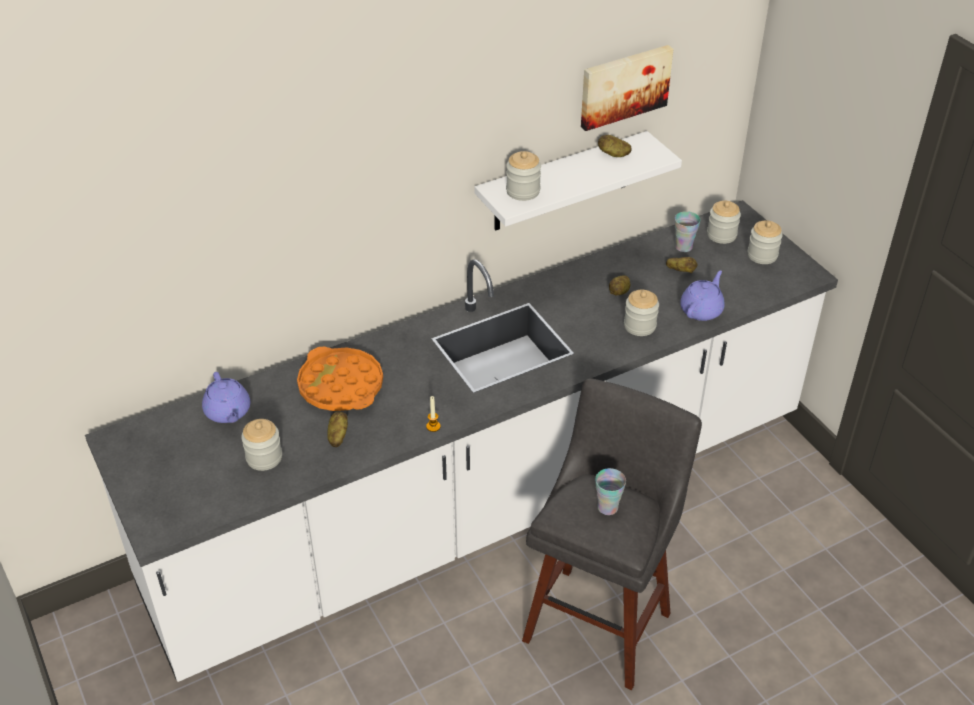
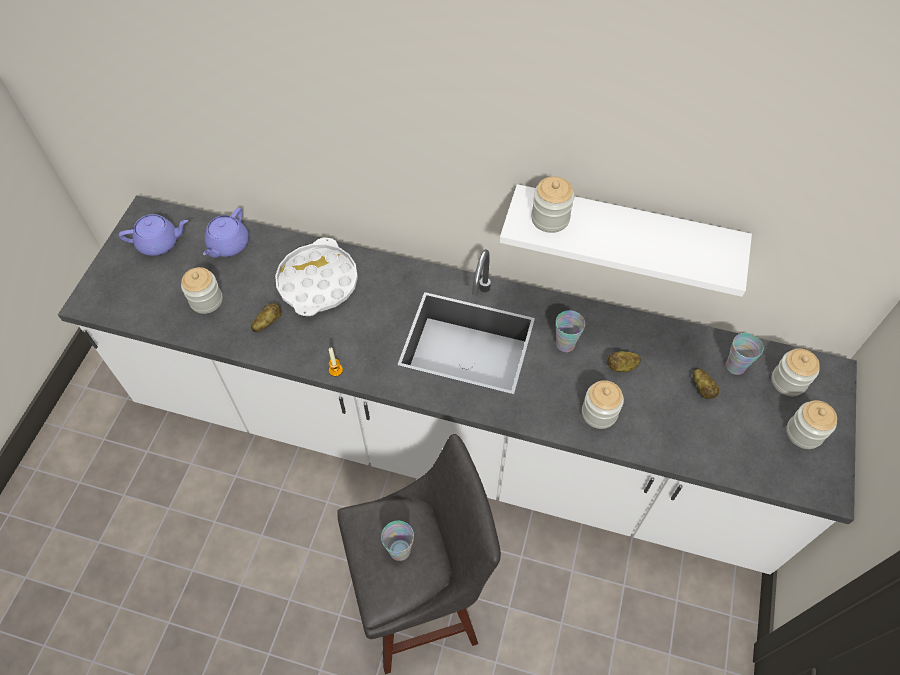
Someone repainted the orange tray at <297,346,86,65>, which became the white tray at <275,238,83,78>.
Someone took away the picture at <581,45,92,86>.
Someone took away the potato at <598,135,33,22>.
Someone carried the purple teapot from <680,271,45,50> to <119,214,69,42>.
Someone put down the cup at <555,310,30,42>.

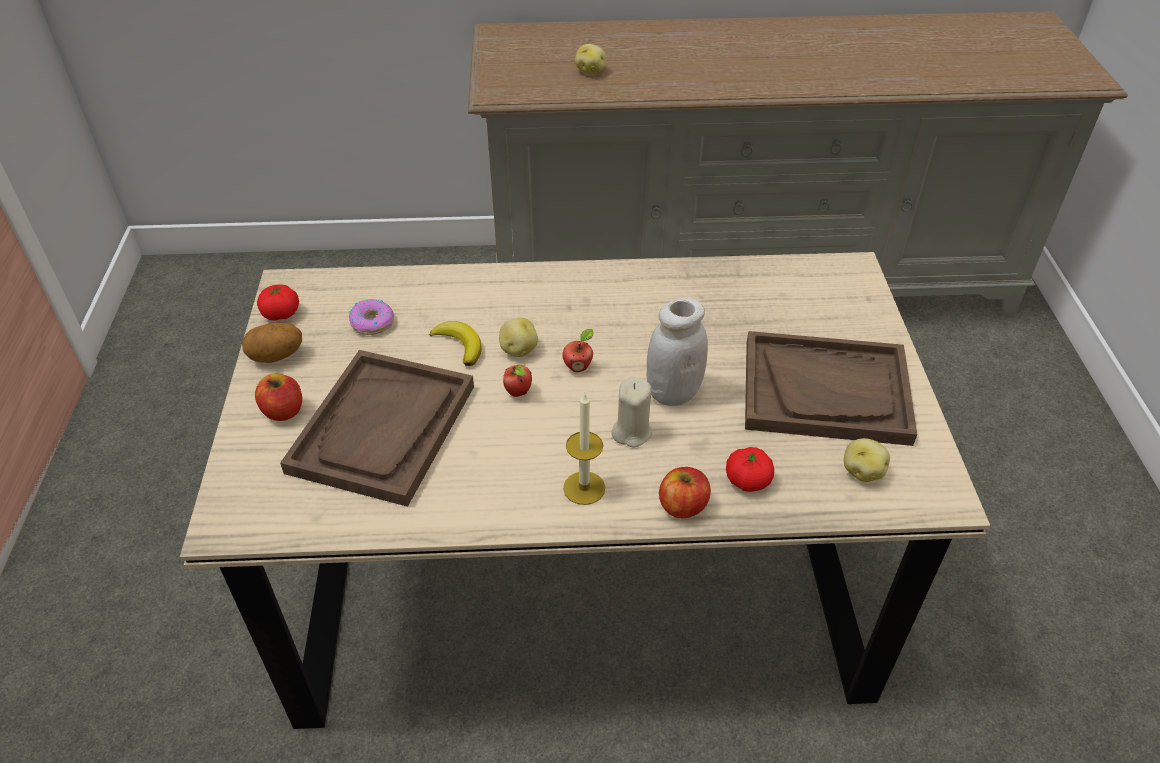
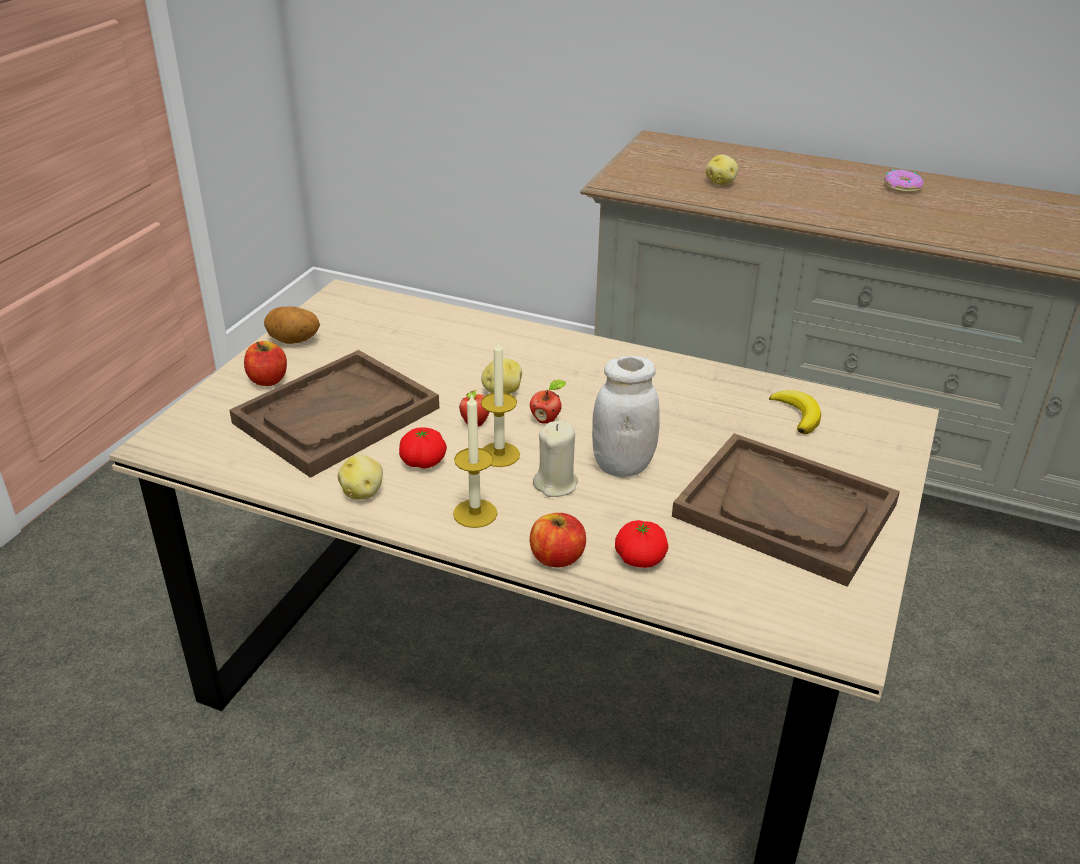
Someone carried the tomato from <257,284,42,37> to <399,427,48,42>.
Someone carried the donut from <349,299,45,36> to <884,169,40,24>.
Someone carried the banana from <430,321,52,45> to <769,390,52,44>.
Someone carried the potato from <844,438,46,44> to <338,455,45,44>.
Someone put down the candle at <481,341,39,126>.

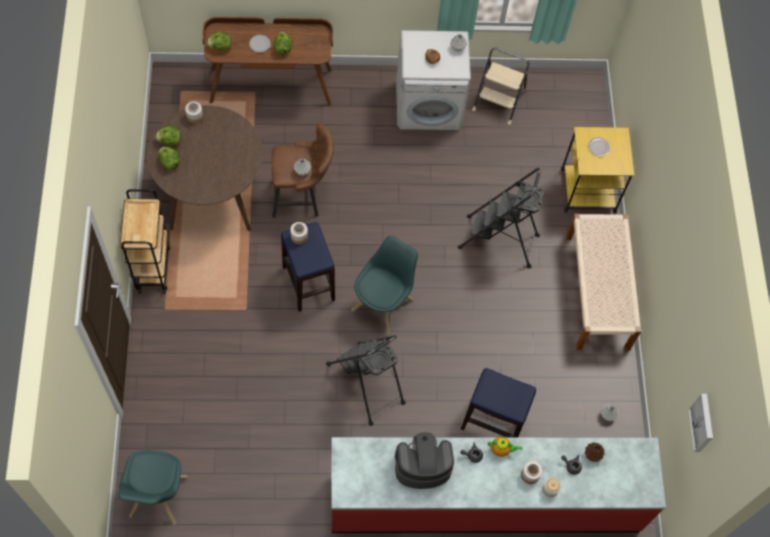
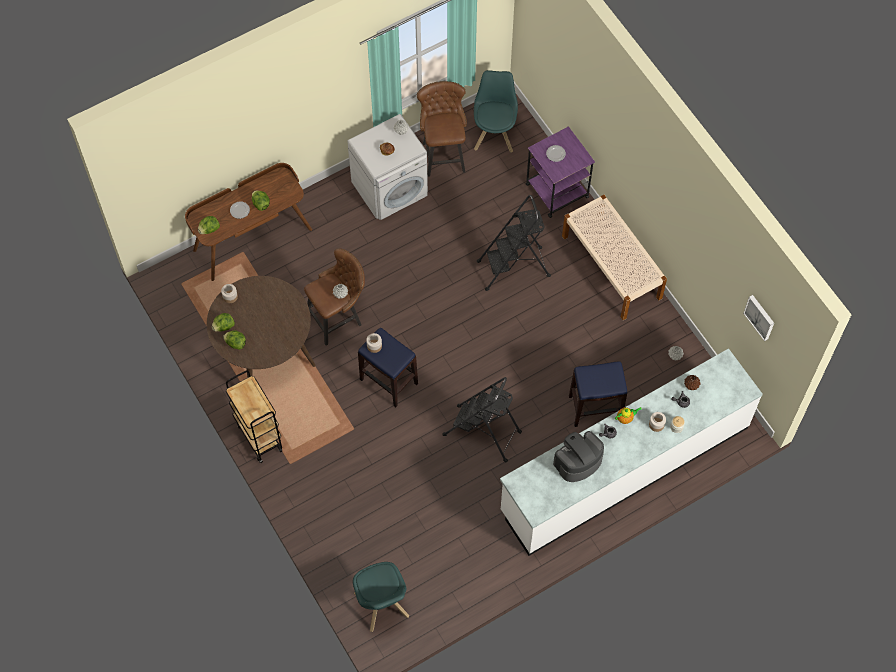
Someone repainted the red counter at <331,437,335,96>, which became the white counter at <500,348,263,208>.
Someone carried the turquoise chair from <351,236,67,99> to <474,70,44,83>.
Someone swapped the beige step ladder at <472,48,57,77> for the brown stool at <417,81,50,96>.
Someone repainted the yellow cart at <561,127,73,86>, which became the purple cart at <526,126,69,92>.

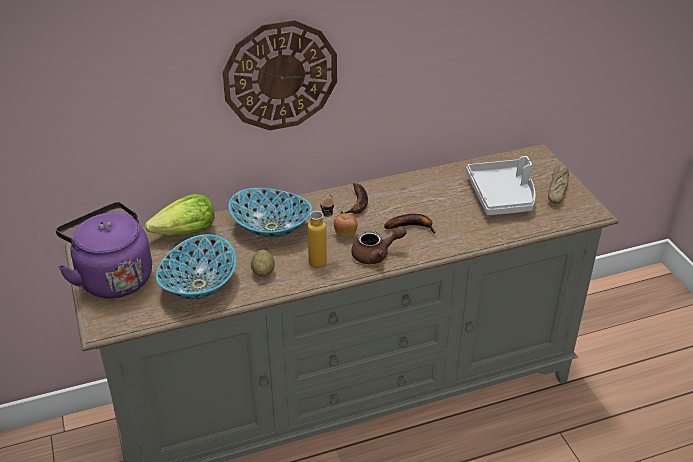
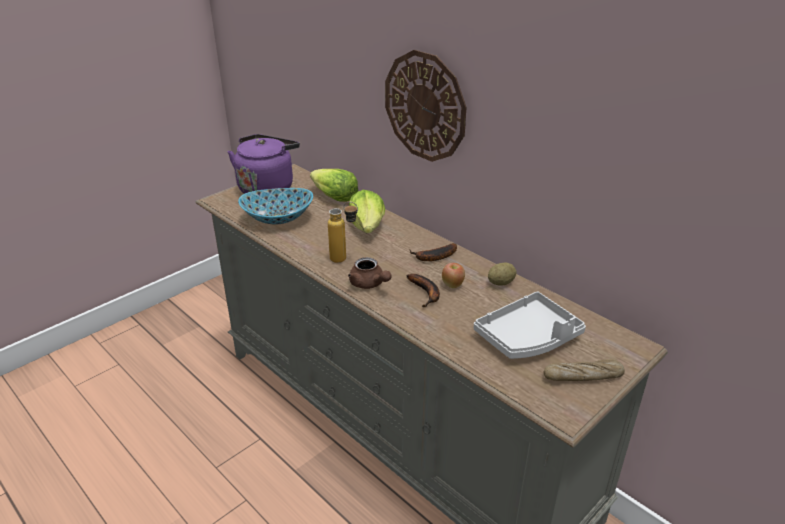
Someone swapped the bowl at <228,188,84,49> for the lettuce at <349,190,36,43>.
Someone carried the potato from <251,249,24,29> to <488,263,29,23>.
Someone carried the apple from <334,213,23,25> to <442,263,23,25>.

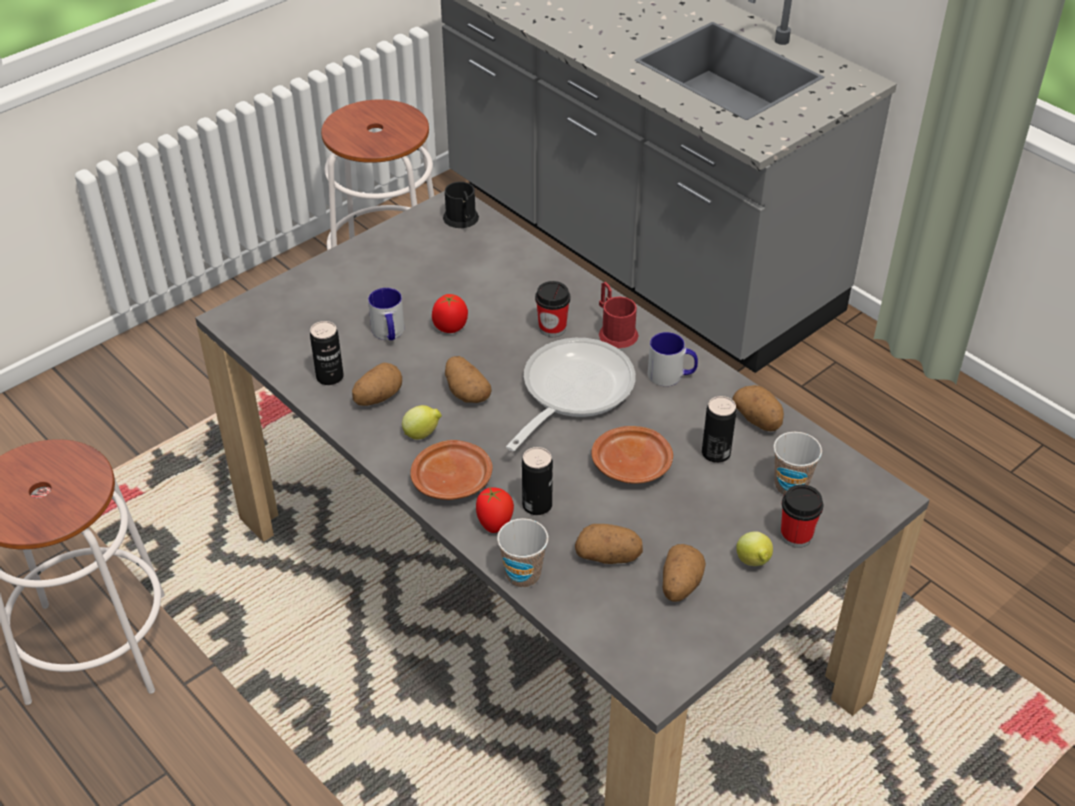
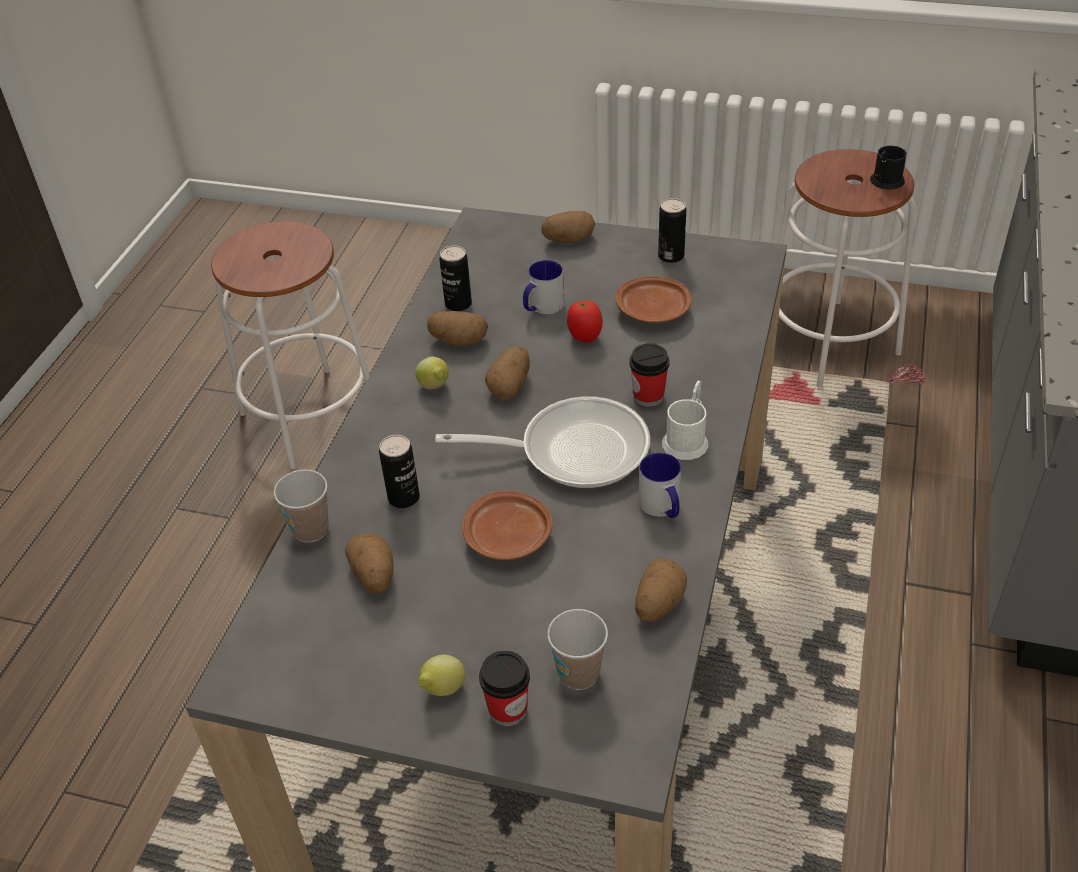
Someone carried the brown plate from <410,440,82,60> to <615,276,77,47>.
Someone carried the black mug from <443,182,36,46> to <870,145,37,45>.
Someone took away the tomato at <476,486,38,47>.
Someone repainted the red mug at <599,282,40,66>, which became the white mug at <662,381,46,79>.
Someone carried the potato from <663,544,43,58> to <541,211,54,32>.
Someone carried the can from <702,396,34,67> to <658,198,28,65>.

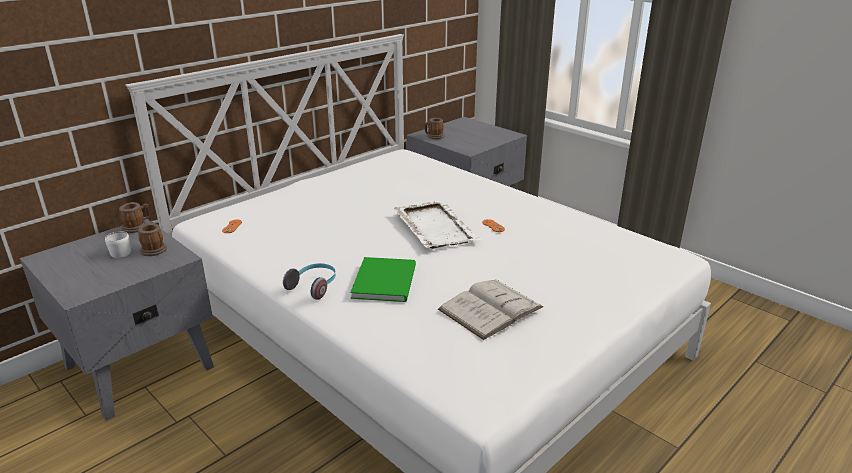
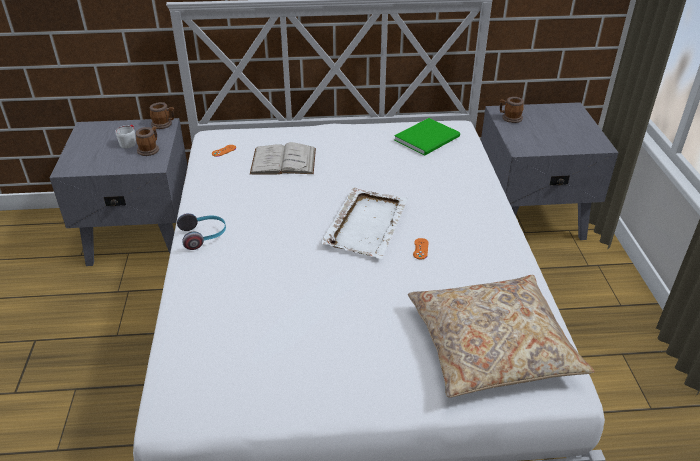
Someone carried the green book from <350,257,66,45> to <394,118,66,38>.
Someone carried the white book from <438,279,105,61> to <250,142,66,33>.
Someone put down the beige pillow at <408,275,187,122>.

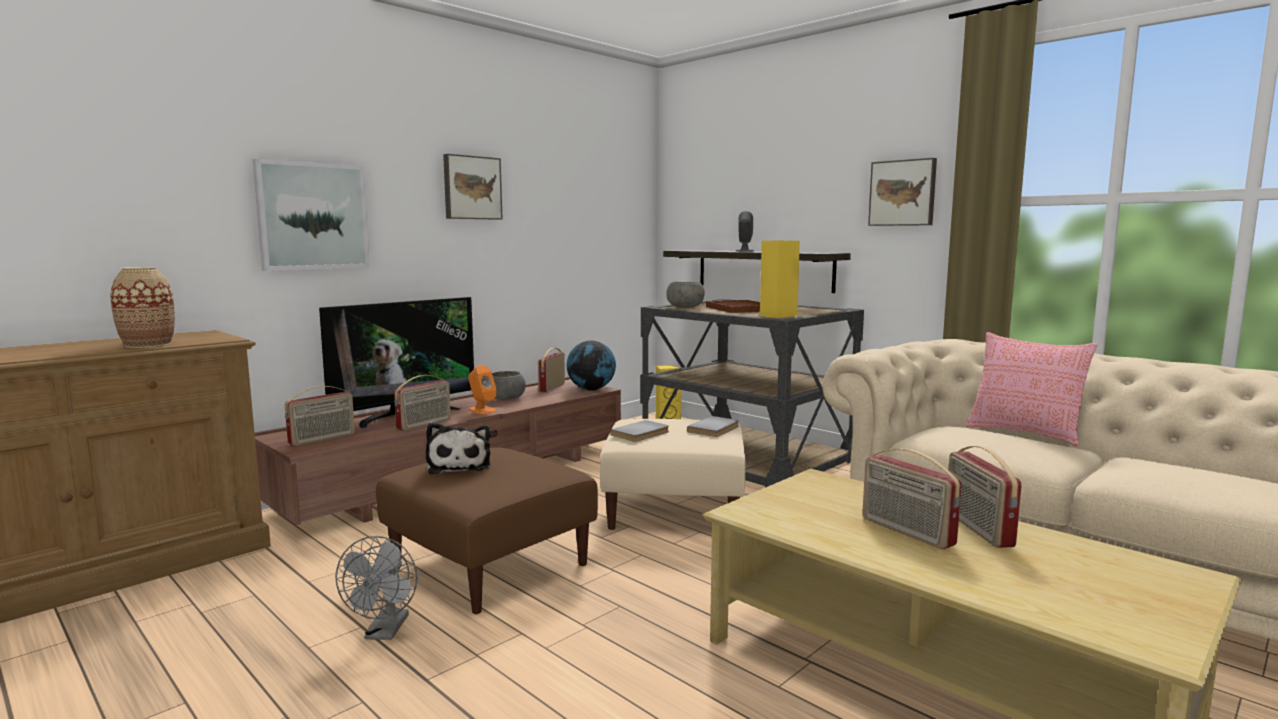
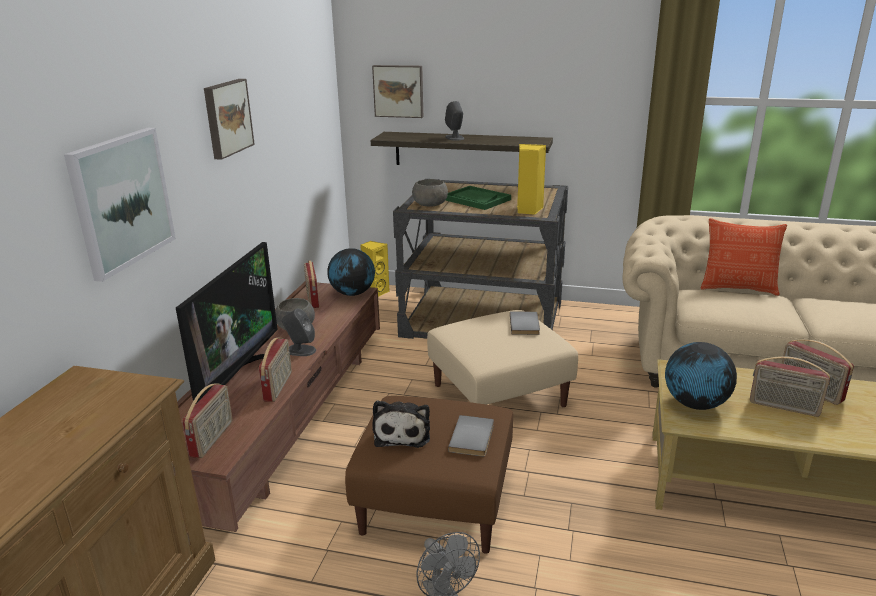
Someone took away the vase at <110,267,65,81>.
Someone rotated the plush toy at <426,422,65,52> by 45 degrees clockwise.
Someone repainted the orange speaker at <469,365,28,49>, which became the grey speaker at <282,309,34,47>.
Someone carried the grey book from <610,420,59,22> to <448,415,46,42>.
Someone repainted the brown tray at <706,300,54,13>, which became the green tray at <445,186,66,24>.
Someone carried the picture from <868,158,69,68> to <372,65,51,53>.
Someone repainted the pink pillow at <966,332,132,114>, which became the orange pillow at <701,218,86,78>.
Someone put down the globe at <665,342,72,68>.

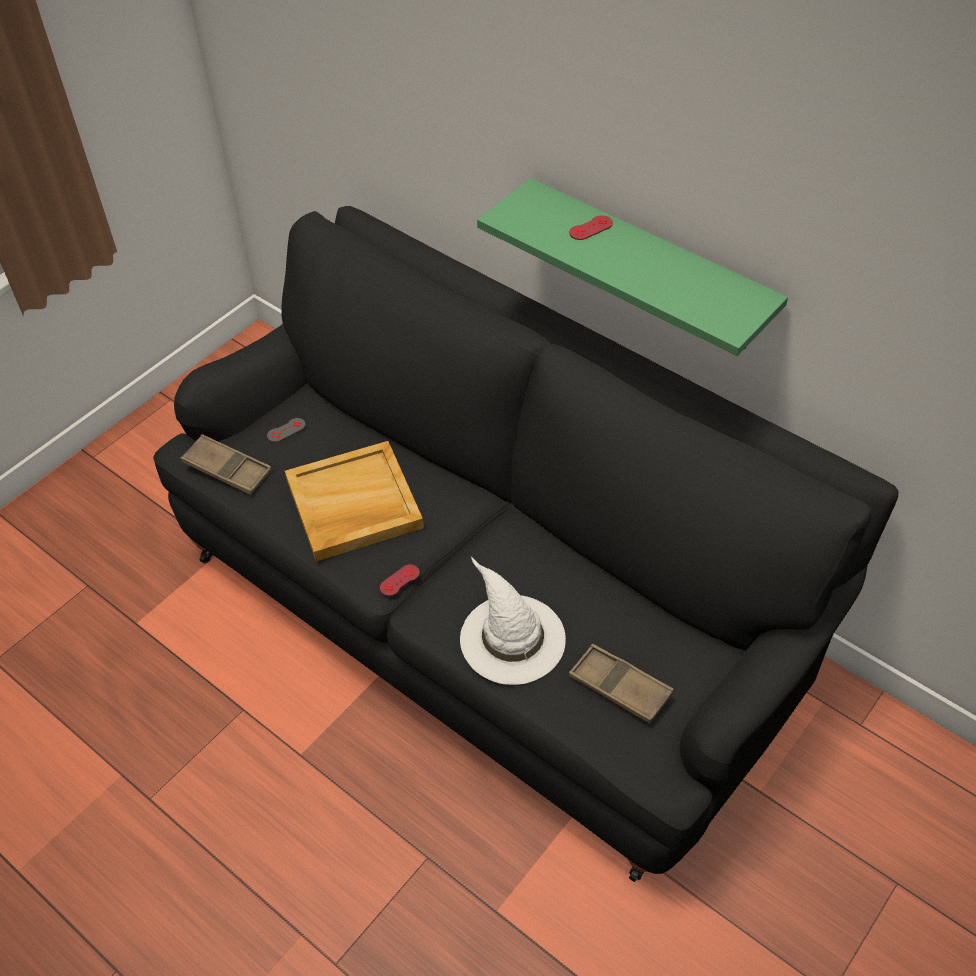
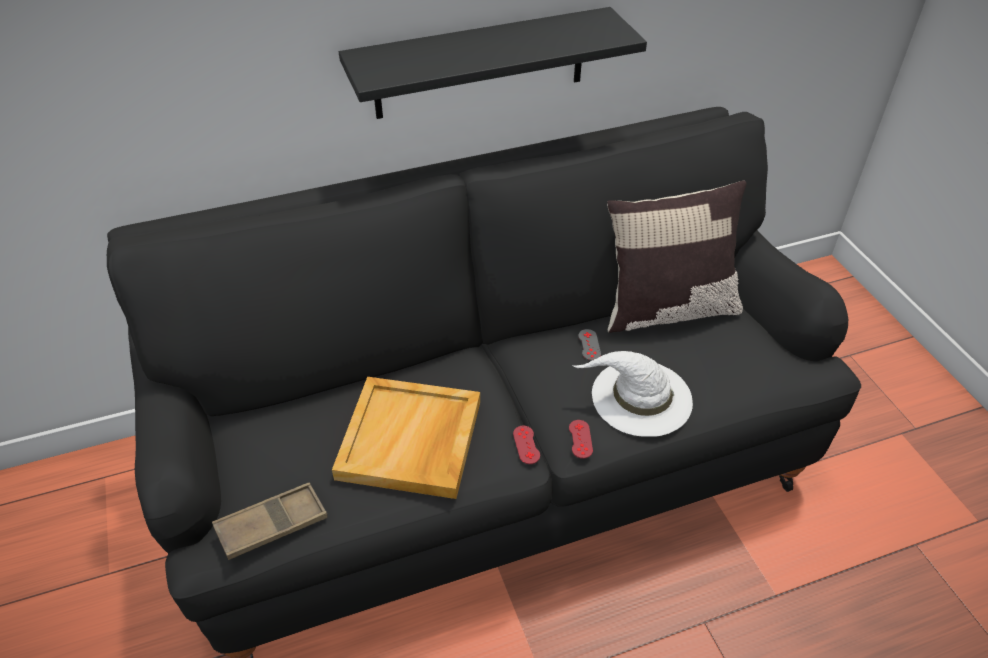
Someone carried the grey game controller from <267,418,39,24> to <578,329,23,32>.
Someone repainted the green shelf at <477,178,311,178>, which became the black shelf at <339,7,308,112>.
Someone carried the red game controller from <569,215,44,25> to <569,420,24,39>.
Someone took away the brown tray at <569,644,105,79>.
Someone put down the pillow at <607,181,140,152>.

